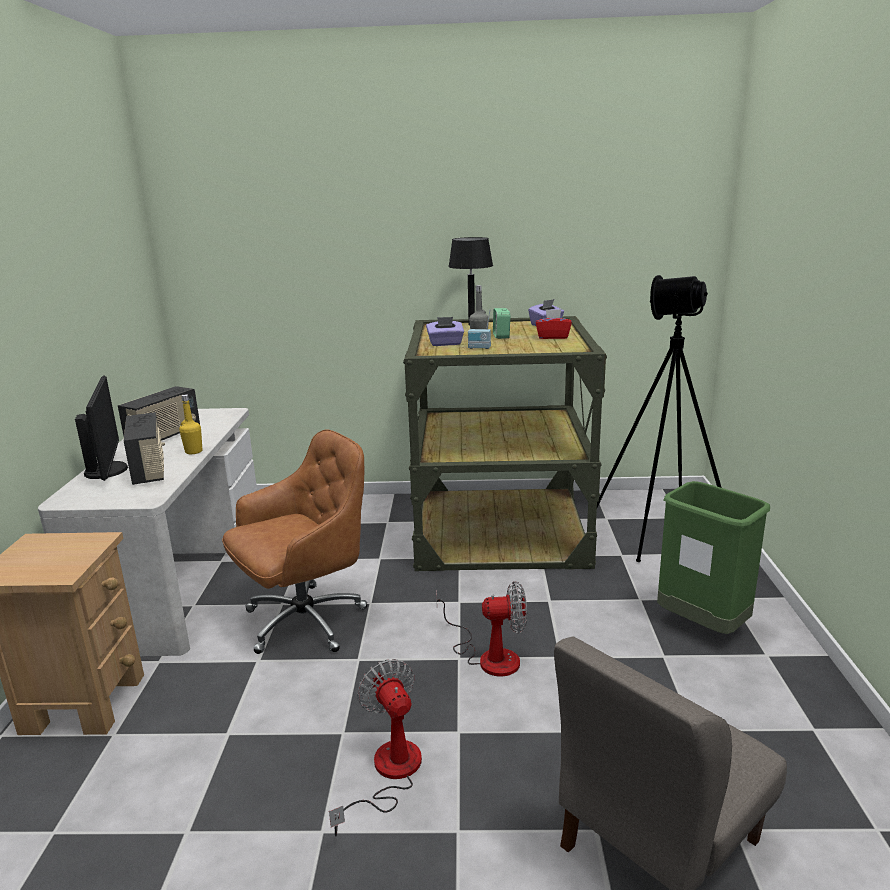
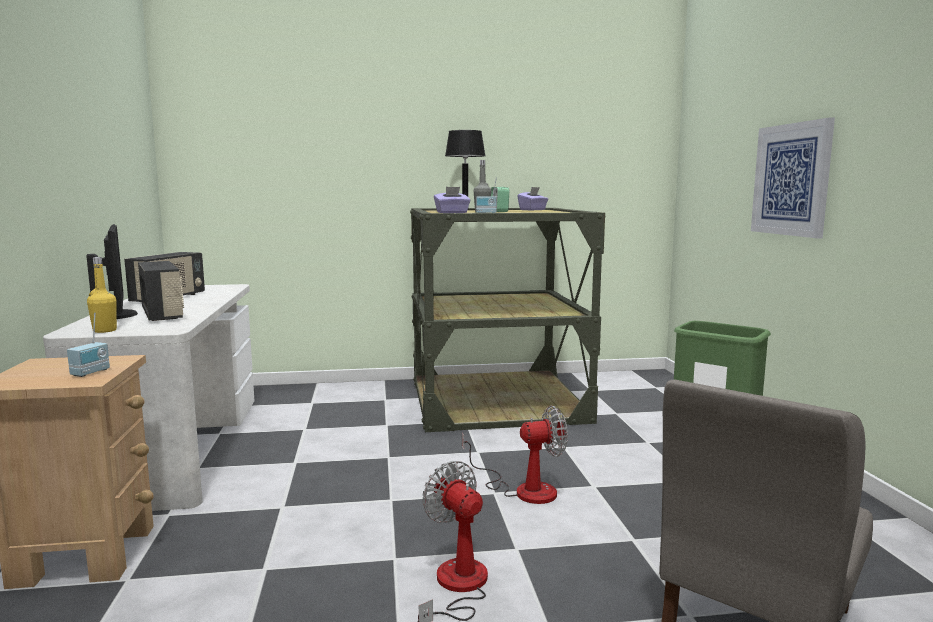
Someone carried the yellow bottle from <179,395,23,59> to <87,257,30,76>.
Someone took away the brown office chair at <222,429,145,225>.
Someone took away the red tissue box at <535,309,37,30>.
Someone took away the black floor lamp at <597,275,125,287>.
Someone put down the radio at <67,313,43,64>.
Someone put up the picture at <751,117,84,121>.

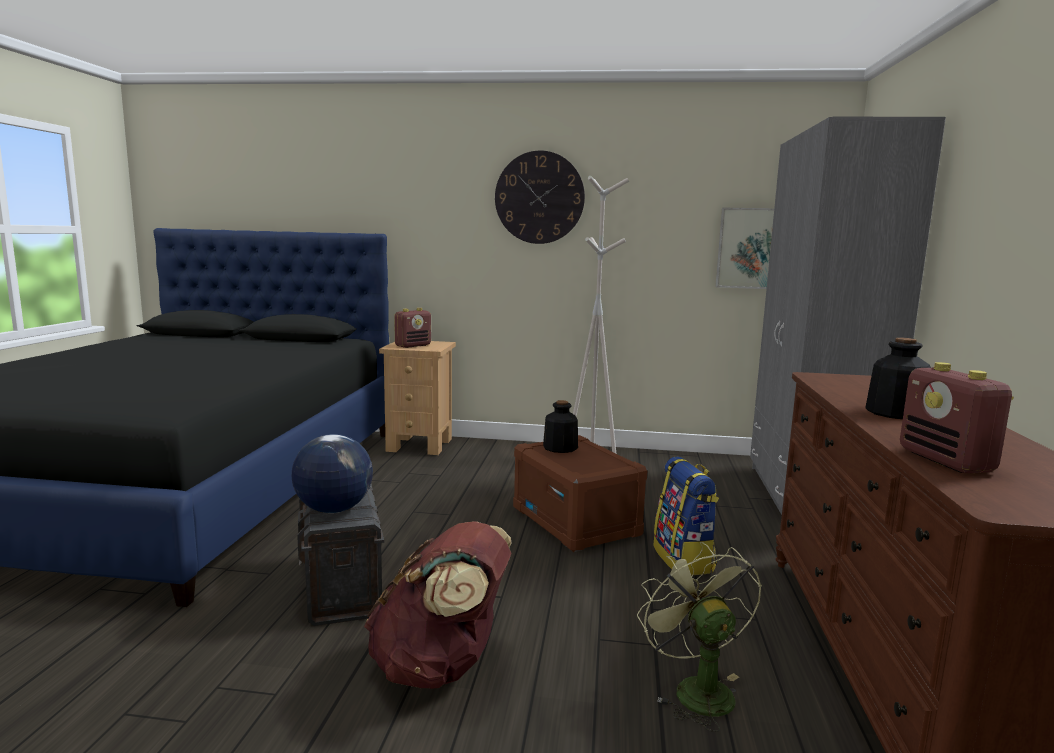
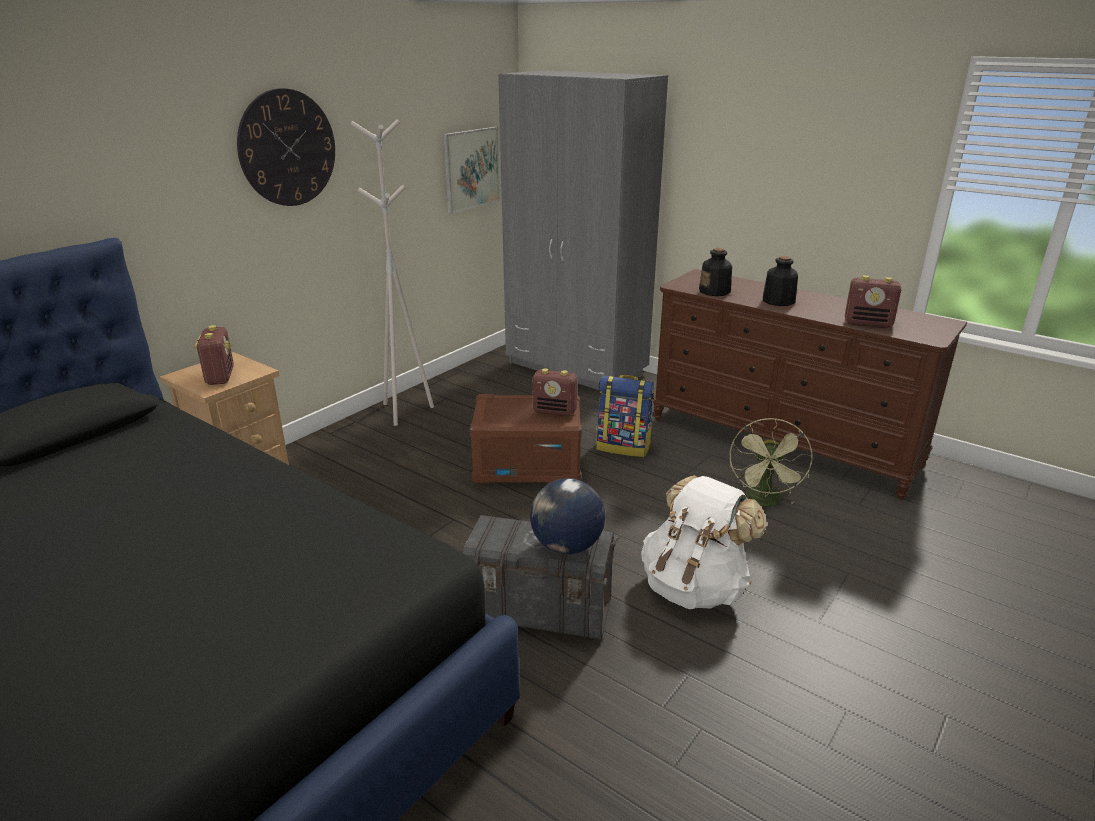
Someone repainted the brown backpack at <364,522,148,167>, which became the white backpack at <641,475,126,134>.
Someone carried the bottle from <543,400,35,53> to <699,248,33,48>.
Someone rotated the green fan at <637,542,125,190> by 90 degrees counterclockwise.
Someone put down the radio at <532,368,45,48>.

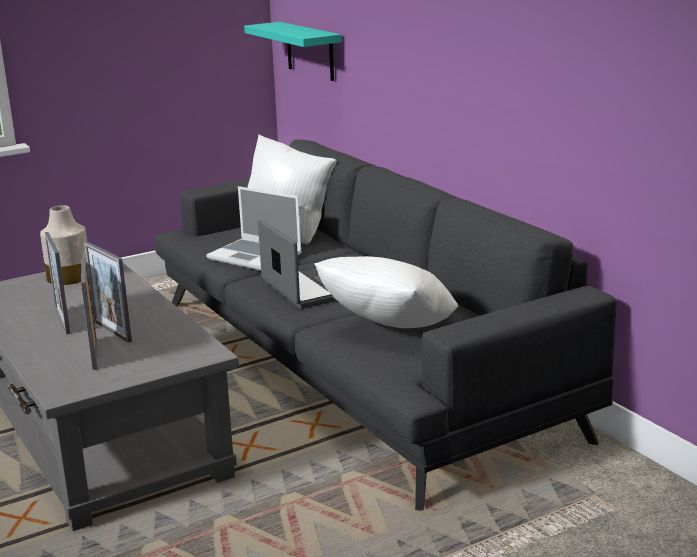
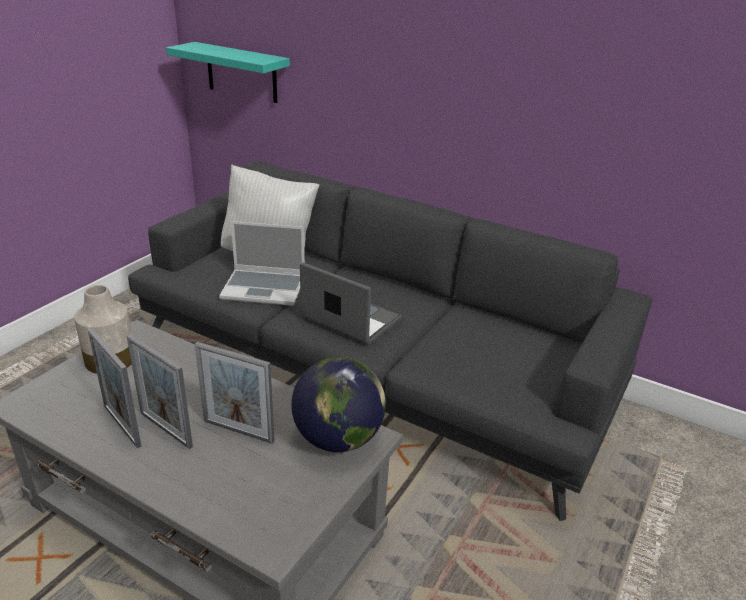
Someone carried the picture frame from <81,257,16,113> to <88,328,54,120>.
Someone took away the white pillow at <314,256,144,72>.
Someone put down the globe at <291,357,95,95>.

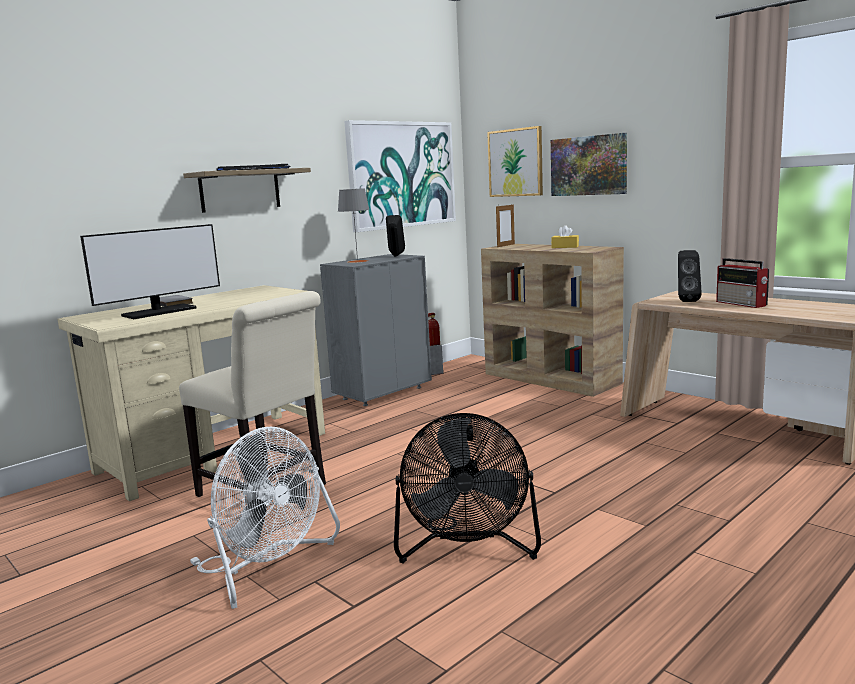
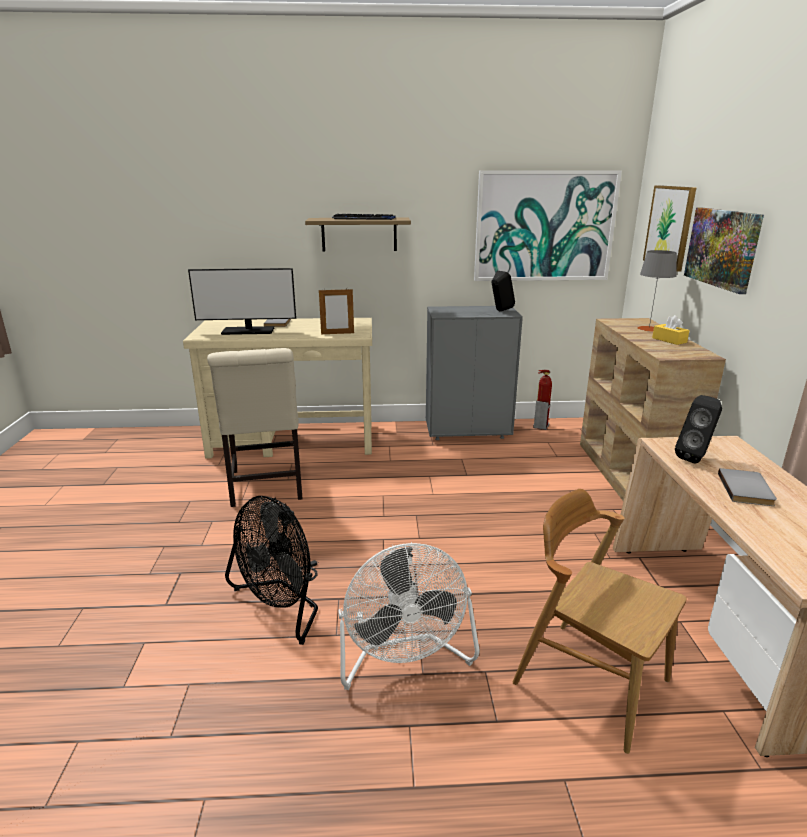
Someone carried the white fan from <190,427,150,182> to <338,542,141,148>.
Someone carried the grey table lamp from <338,188,32,75> to <637,250,40,82>.
Someone carried the picture frame from <496,203,19,44> to <319,288,35,46>.
Someone swapped the radio at <716,258,53,50> for the grey book at <718,468,59,38>.
Someone put down the brown chair at <513,489,174,265>.

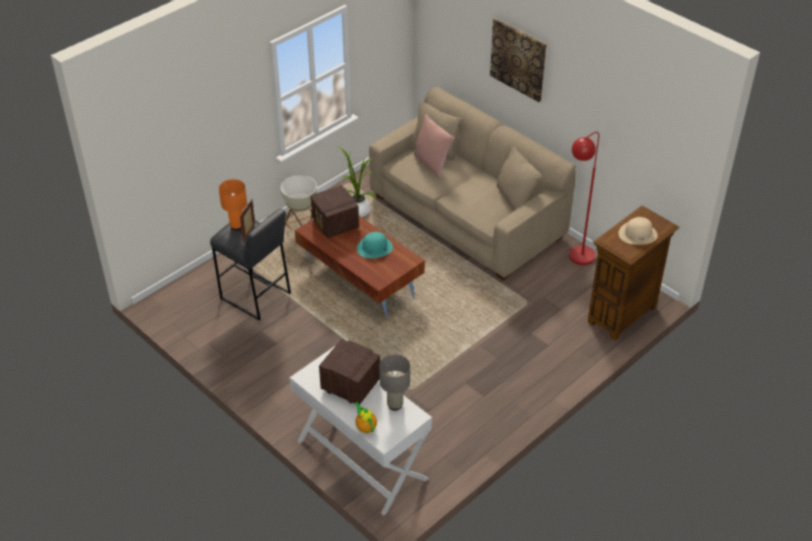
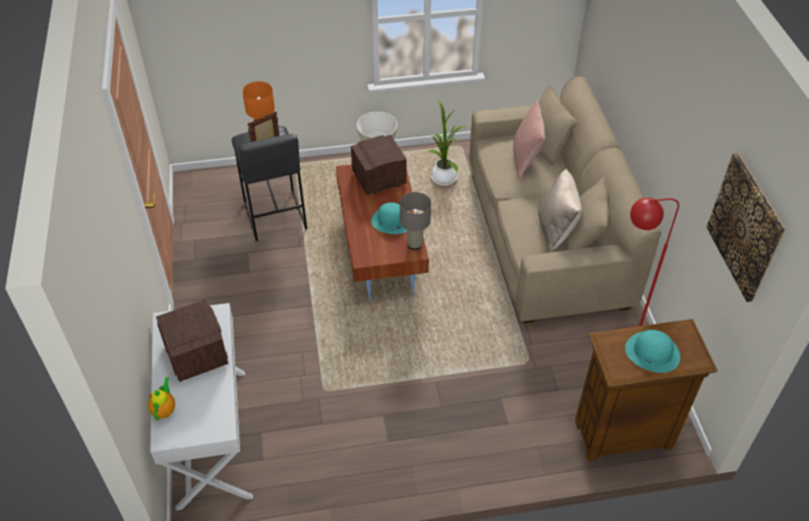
Someone rotated the radio at <311,185,48,53> by 60 degrees clockwise.
Someone carried the grey table lamp from <379,354,31,56> to <400,192,31,58>.
Someone carried the picture from <490,18,57,84> to <706,153,79,149>.
Someone repainted the beige hat at <619,217,39,28>, which became the turquoise hat at <625,330,55,43>.
Someone put down the beige pillow at <538,168,44,83>.

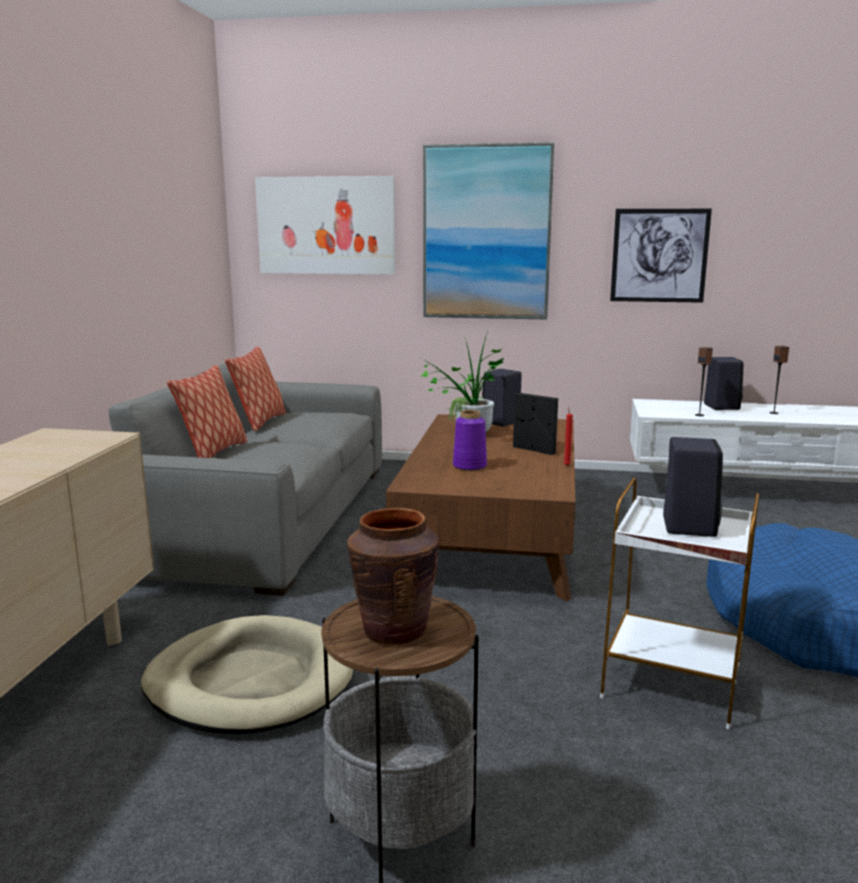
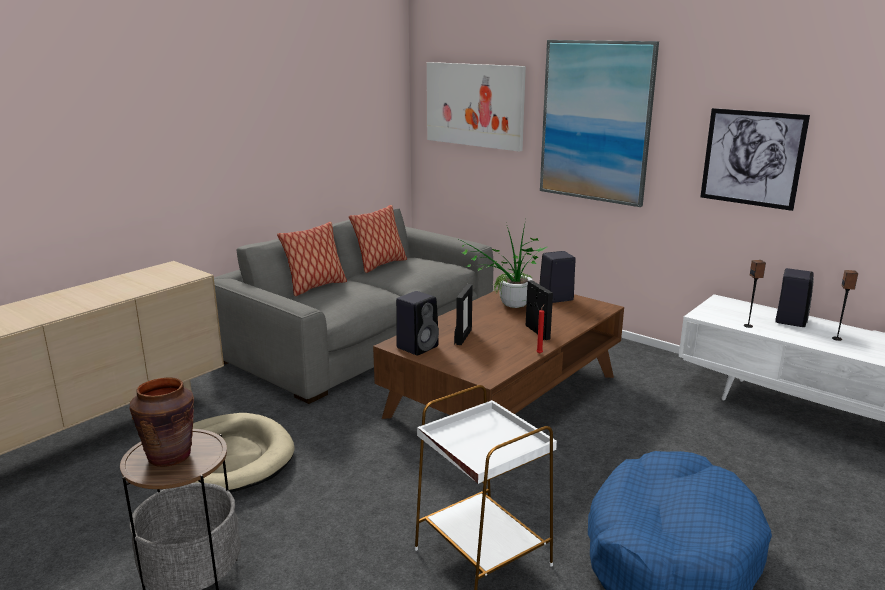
Someone swapped the purple vase at <453,410,34,61> for the picture frame at <454,284,19,61>.
Someone carried the black speaker from <663,437,60,100> to <396,291,43,65>.

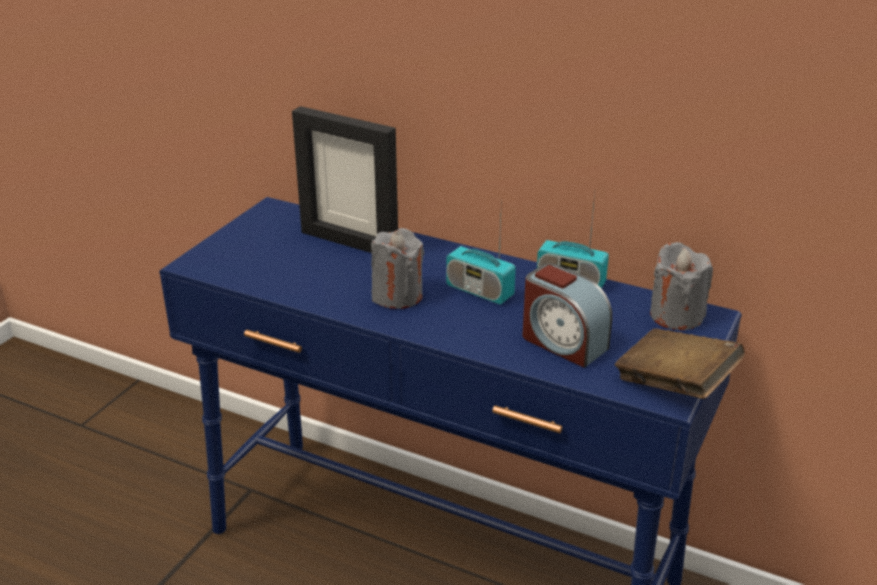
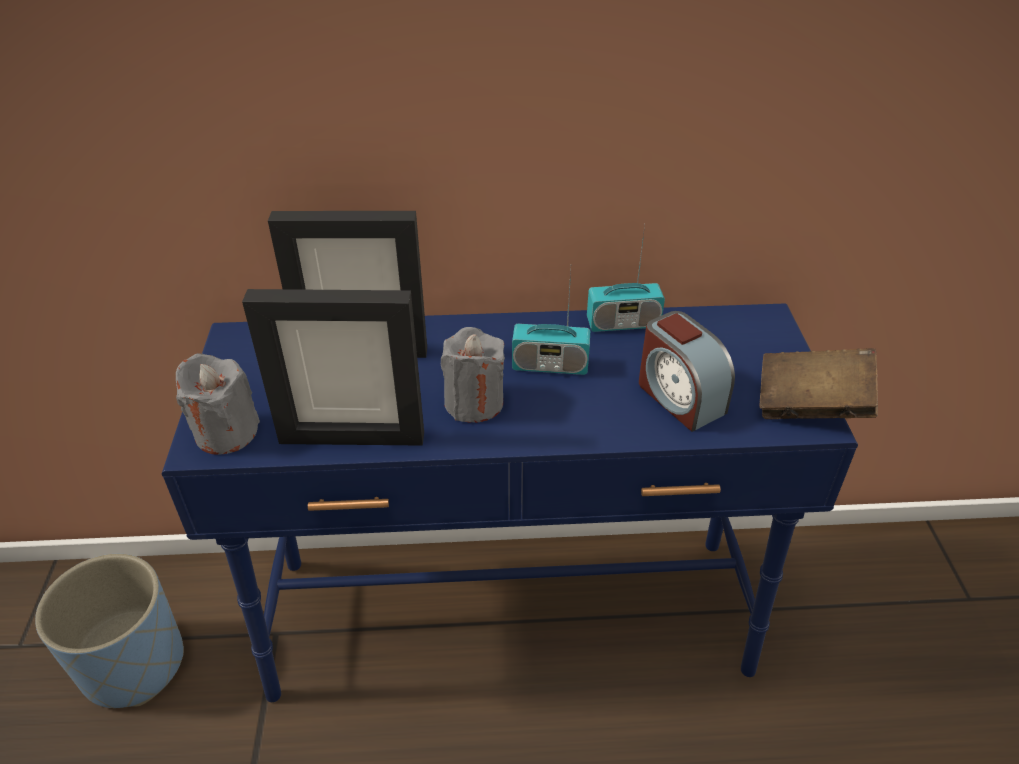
Someone rotated the alarm clock at <523,264,89,104> by 45 degrees clockwise.
Someone carried the grey candle from <650,242,63,88> to <176,353,84,102>.
Someone put down the blue planter at <35,554,149,154>.
Someone put down the picture frame at <242,289,182,157>.

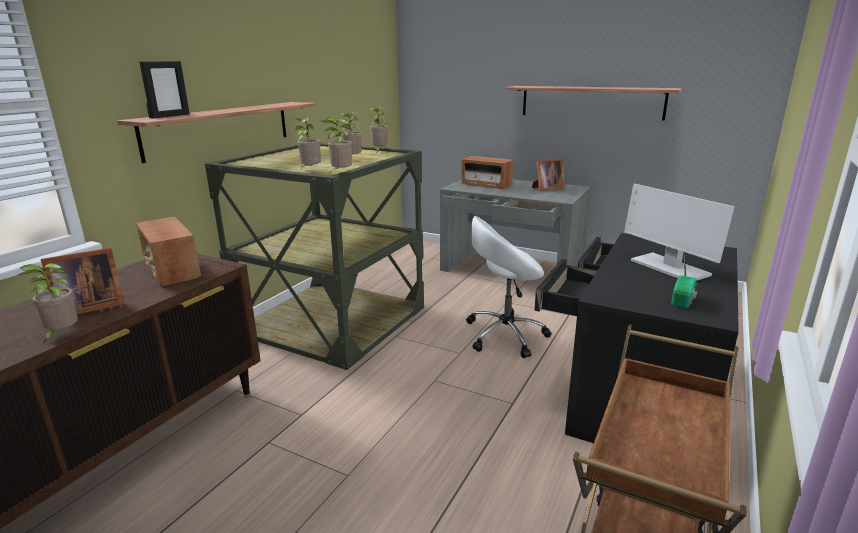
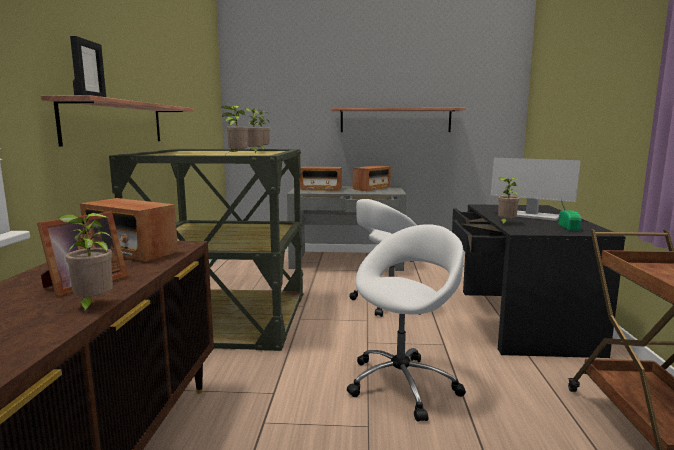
Someone carried the potted plant from <321,118,31,56> to <498,177,21,48>.
Someone swapped the picture frame at <532,158,33,33> for the radio at <353,166,38,25>.
Someone put down the white office chair at <347,224,119,198>.

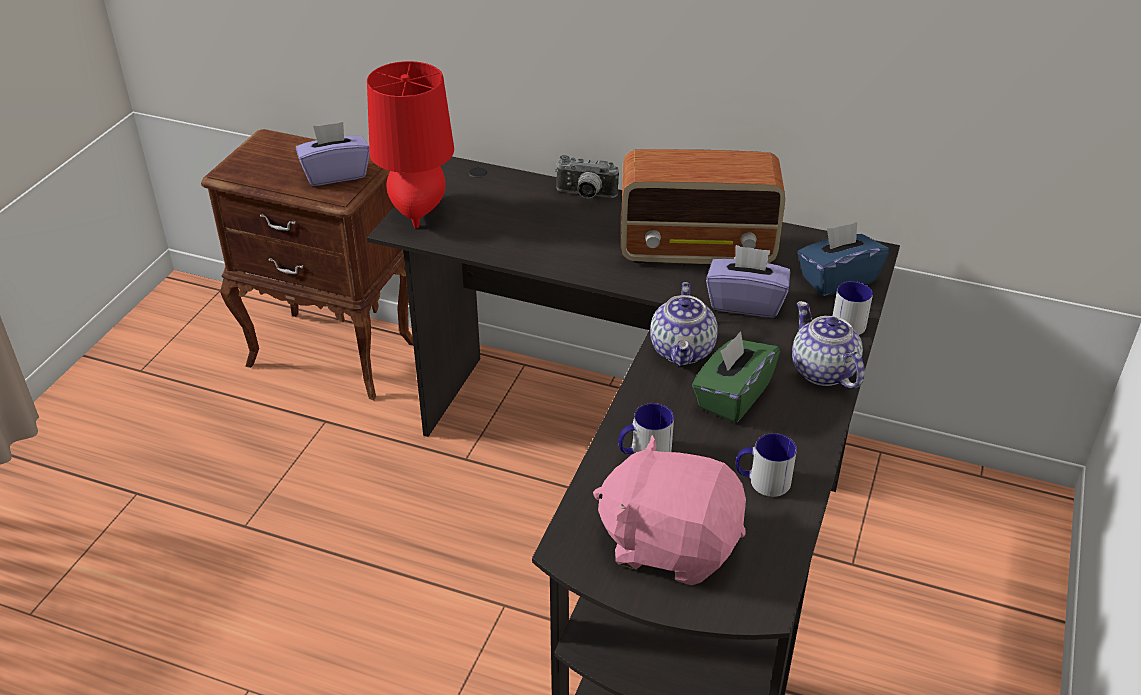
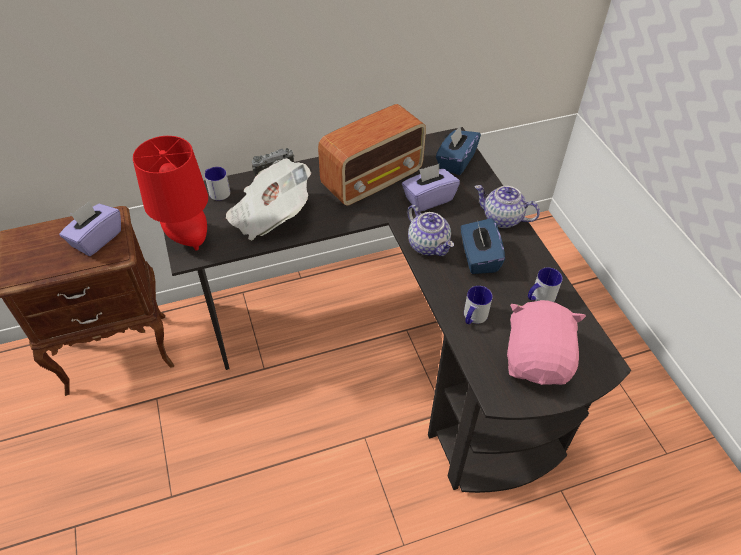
Someone rotated the pink plush toy at <593,435,153,150> by 120 degrees clockwise.
Someone repainted the green tissue box at <692,331,88,92>, which became the blue tissue box at <461,218,44,56>.
Someone carried the mug from <833,281,40,54> to <205,167,25,33>.
Someone put down the newspaper at <226,158,85,83>.

